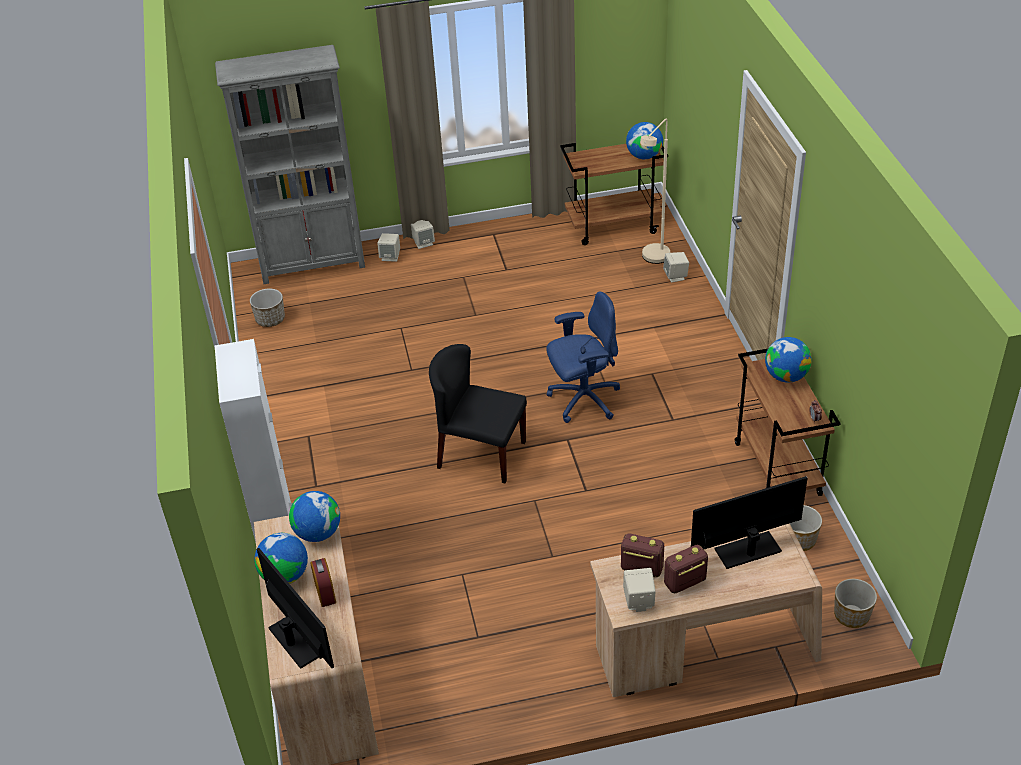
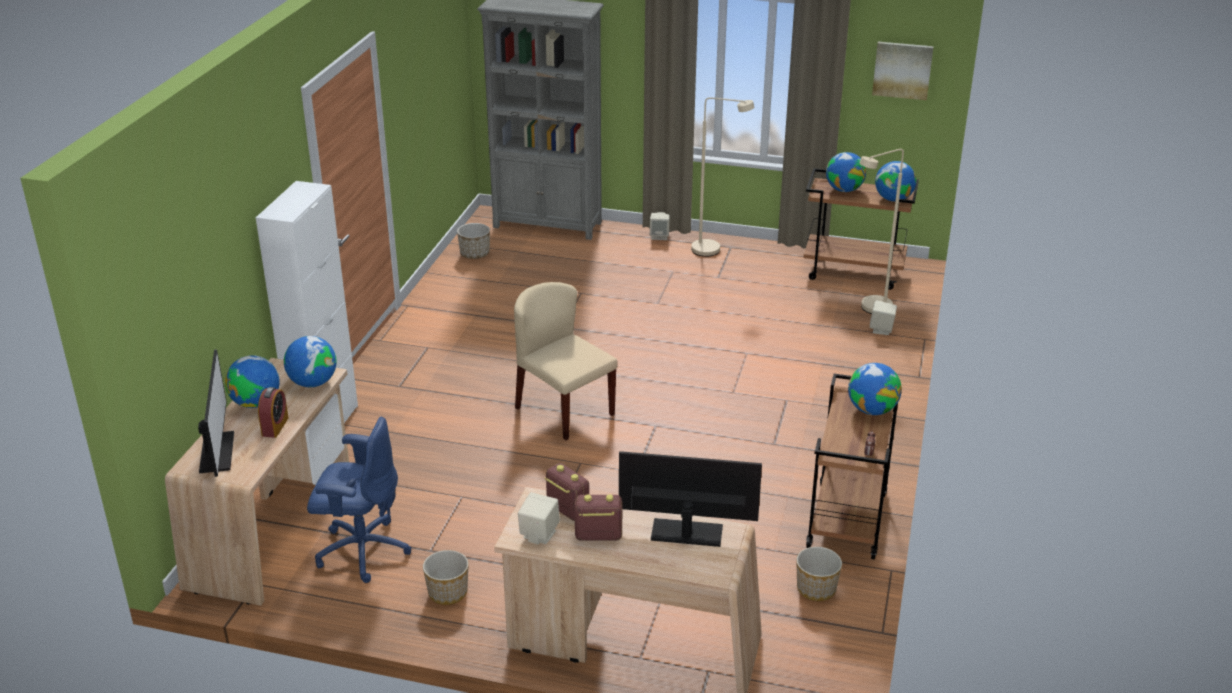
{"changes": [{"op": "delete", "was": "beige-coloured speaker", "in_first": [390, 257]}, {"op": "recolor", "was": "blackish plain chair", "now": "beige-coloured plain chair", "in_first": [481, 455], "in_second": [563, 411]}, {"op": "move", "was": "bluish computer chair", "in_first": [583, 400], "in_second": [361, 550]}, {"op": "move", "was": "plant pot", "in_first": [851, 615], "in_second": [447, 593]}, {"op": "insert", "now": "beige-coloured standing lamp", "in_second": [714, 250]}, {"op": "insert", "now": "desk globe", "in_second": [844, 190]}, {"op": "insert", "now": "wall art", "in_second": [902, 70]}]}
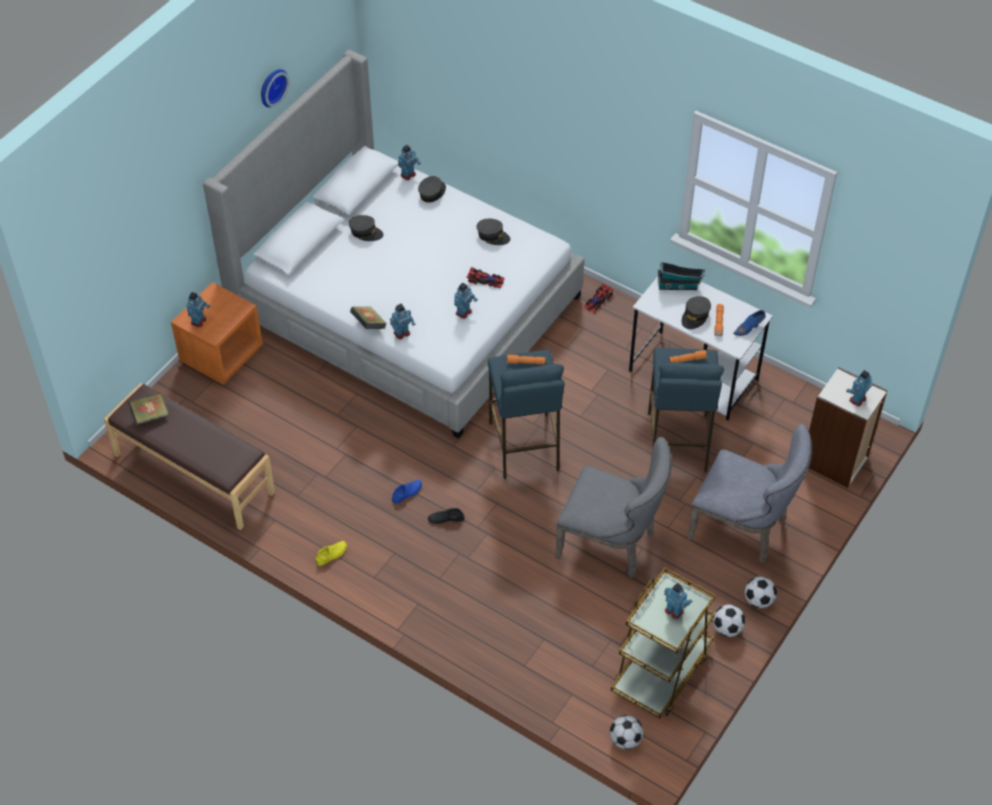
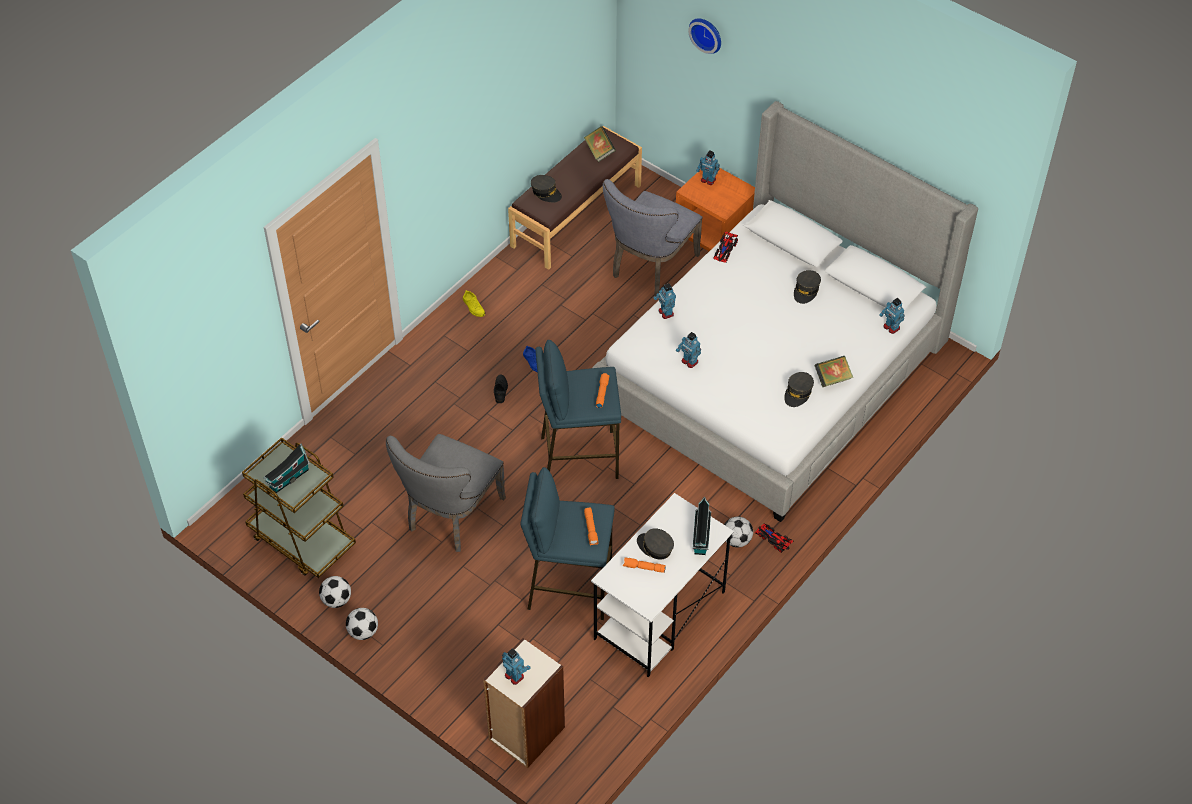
{"changes": [{"op": "move", "was": "clock on the wall", "in_first": [271, 86], "in_second": [707, 34]}, {"op": "move", "was": "bound book", "in_first": [369, 325], "in_second": [832, 378]}, {"op": "move", "was": "greyish peaked cap", "in_first": [432, 193], "in_second": [546, 192]}, {"op": "move", "was": "miniature car", "in_first": [485, 280], "in_second": [725, 249]}, {"op": "move", "was": "football", "in_first": [625, 740], "in_second": [736, 540]}, {"op": "replace", "was": "robot figure", "now": "model house", "in_first": [674, 610], "in_second": [287, 479]}, {"op": "move", "was": "greyish plain chair", "in_first": [744, 529], "in_second": [650, 268]}, {"op": "delete", "was": "bluish shoe", "in_first": [749, 328]}]}
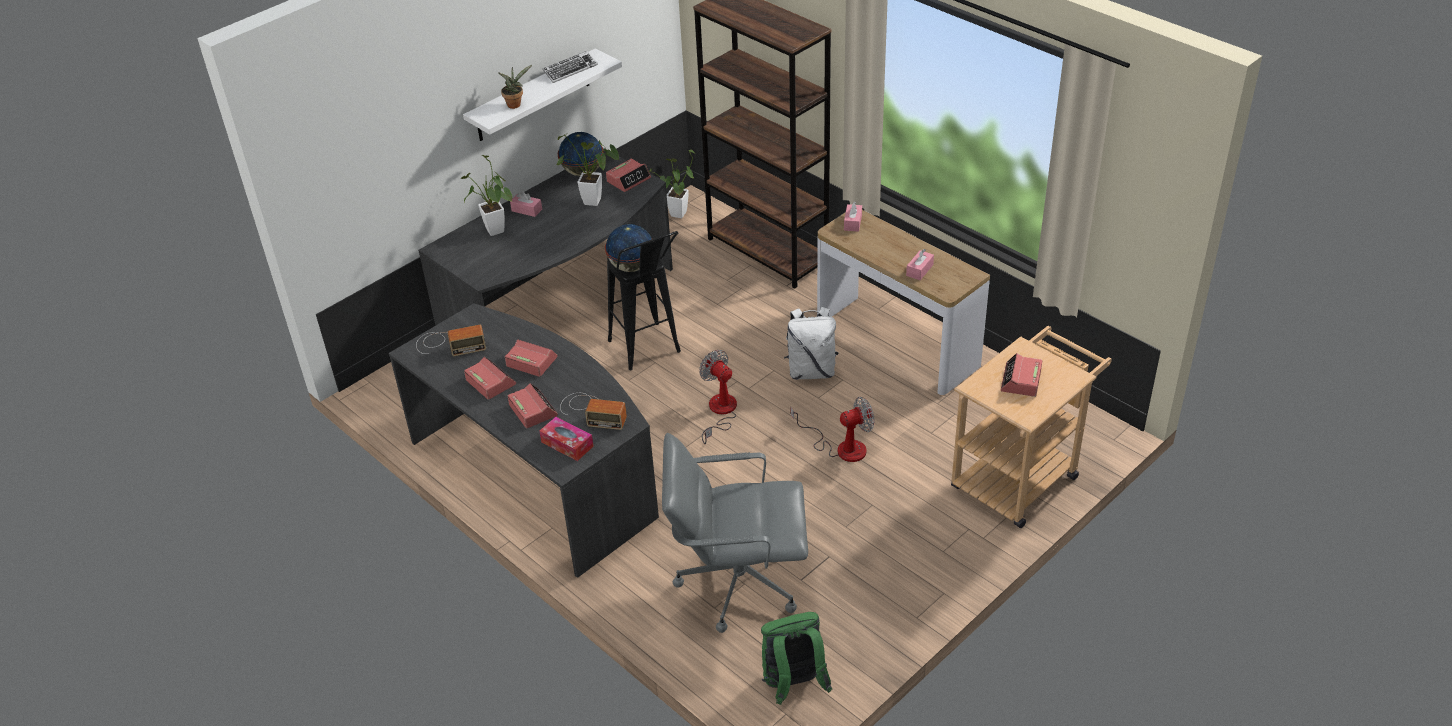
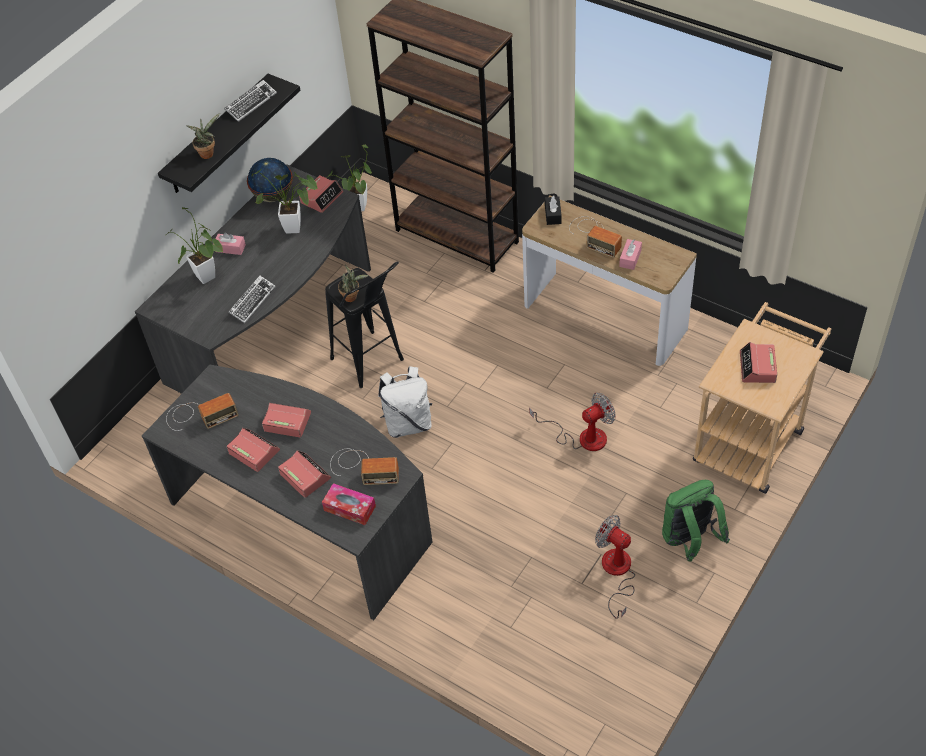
{"changes": [{"op": "recolor", "was": "white wall shelf", "now": "blackish wall shelf", "in_first": [533, 96], "in_second": [218, 135]}, {"op": "replace", "was": "desk globe", "now": "houseplant", "in_first": [631, 267], "in_second": [352, 297]}, {"op": "delete", "was": "greyish computer chair", "in_first": [737, 581]}, {"op": "move", "was": "electric fan", "in_first": [720, 412], "in_second": [616, 573]}, {"op": "move", "was": "greenish backpack", "in_first": [793, 685], "in_second": [689, 540]}, {"op": "move", "was": "white backpack", "in_first": [811, 371], "in_second": [408, 423]}, {"op": "recolor", "was": "pink tissue box", "now": "blackish tissue box", "in_first": [852, 222], "in_second": [553, 215]}, {"op": "insert", "now": "keyboard", "in_second": [252, 301]}, {"op": "insert", "now": "radio set", "in_second": [594, 235]}]}
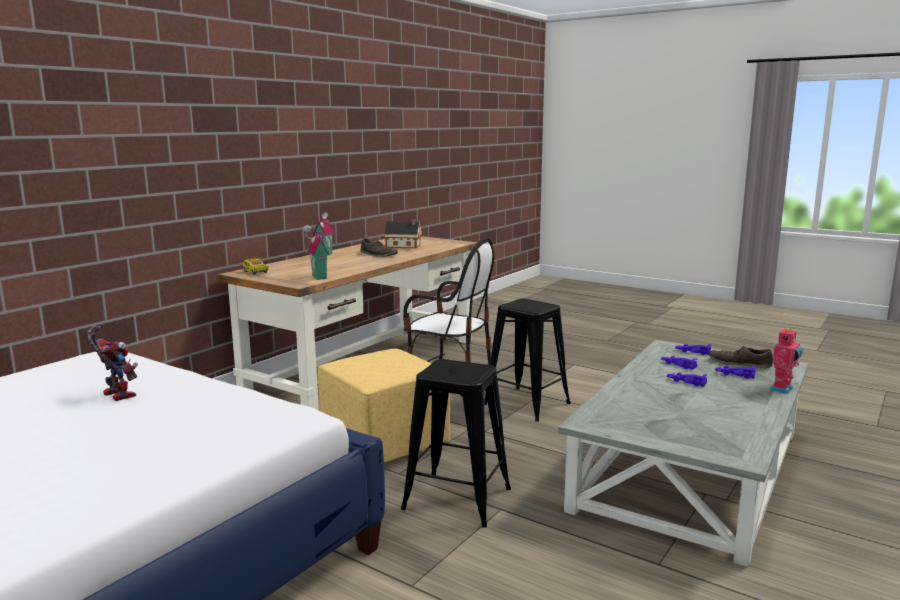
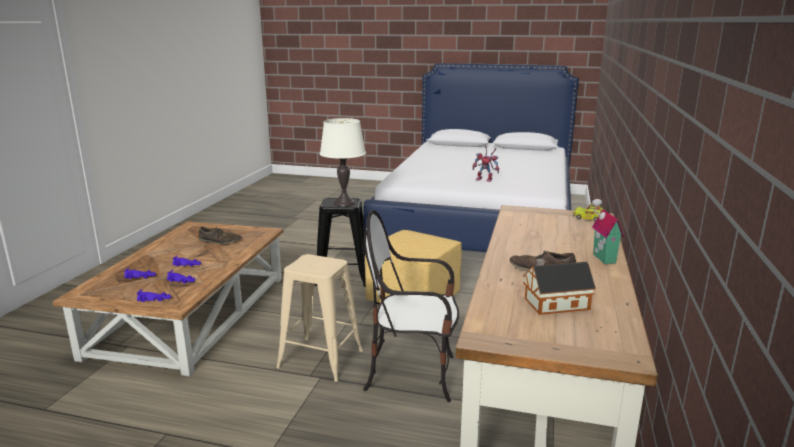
{"changes": [{"op": "delete", "was": "model house", "in_first": [317, 277]}, {"op": "recolor", "was": "blackish sitting stool", "now": "beige-coloured sitting stool", "in_first": [526, 404], "in_second": [320, 359]}, {"op": "recolor", "was": "greyish coffee table", "now": "brownish coffee table", "in_first": [691, 472], "in_second": [191, 314]}, {"op": "move", "was": "brownish shoe", "in_first": [739, 363], "in_second": [220, 241]}, {"op": "delete", "was": "robot figure", "in_first": [783, 389]}, {"op": "insert", "now": "white tabletop lamp", "in_second": [344, 203]}]}
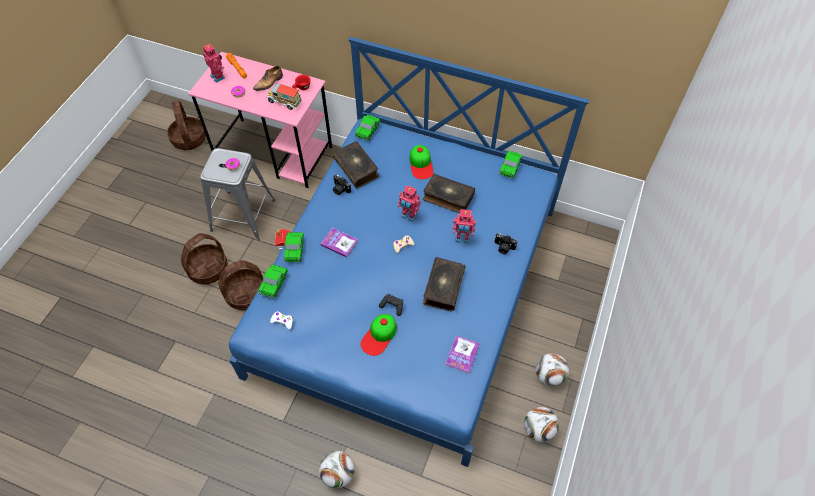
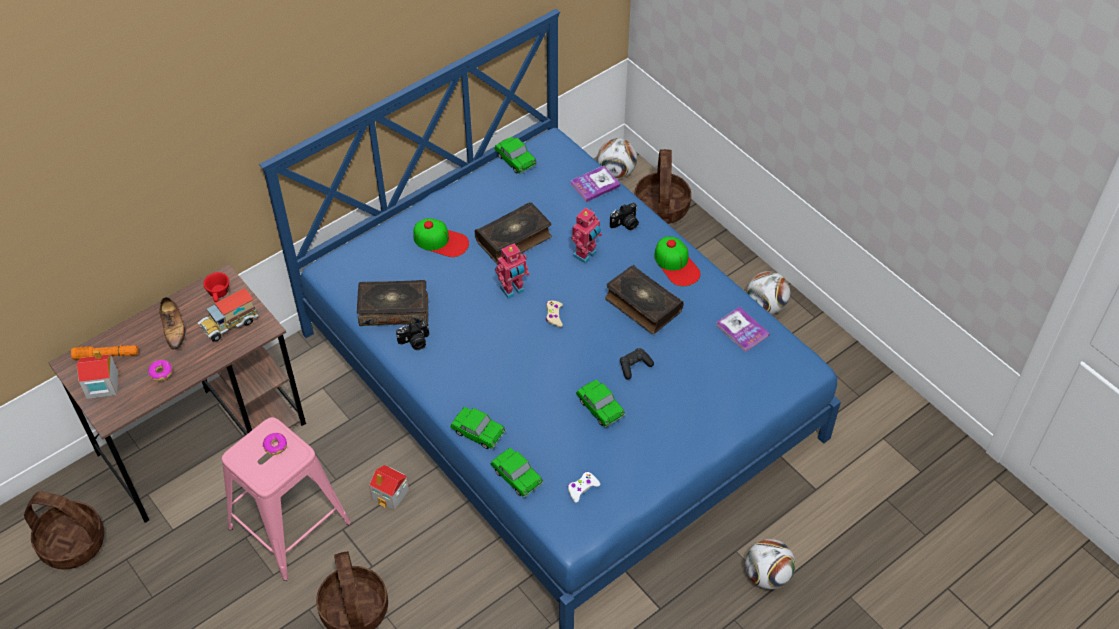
{"changes": [{"op": "recolor", "was": "pink desk unit", "now": "brownish desk unit", "in_first": [274, 153], "in_second": [204, 438]}, {"op": "recolor", "was": "greyish sitting stool", "now": "pink sitting stool", "in_first": [243, 215], "in_second": [289, 525]}, {"op": "replace", "was": "robot figure", "now": "model house", "in_first": [218, 76], "in_second": [101, 385]}, {"op": "move", "was": "storage basket", "in_first": [246, 294], "in_second": [662, 207]}, {"op": "move", "was": "bound book", "in_first": [339, 243], "in_second": [595, 185]}, {"op": "move", "was": "miniature car", "in_first": [368, 131], "in_second": [600, 408]}, {"op": "move", "was": "peaked cap", "in_first": [379, 336], "in_second": [676, 264]}, {"op": "move", "was": "football", "in_first": [538, 430], "in_second": [616, 172]}]}
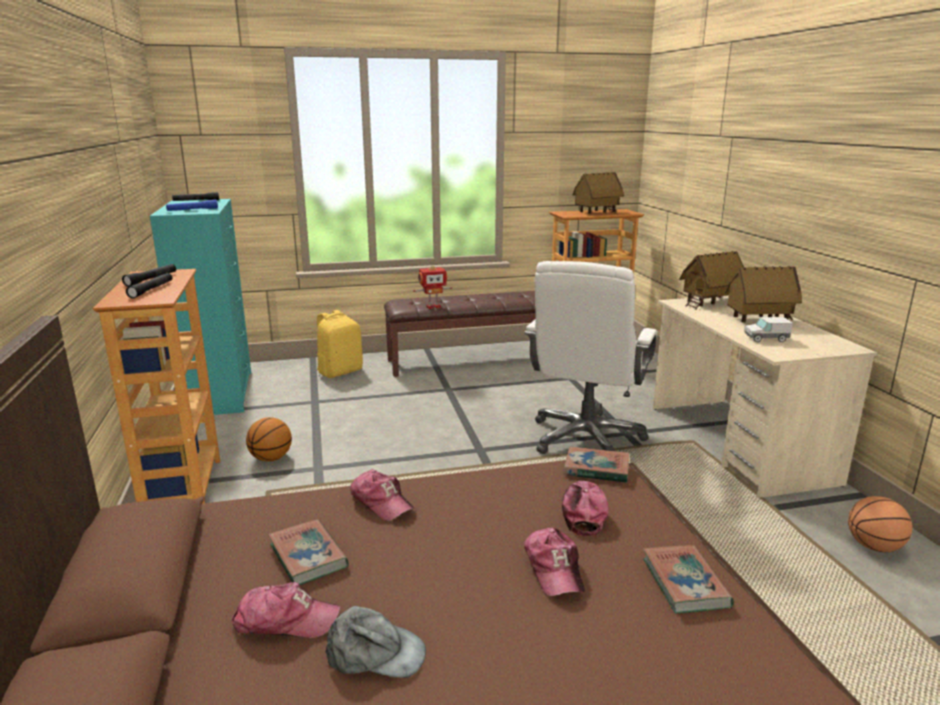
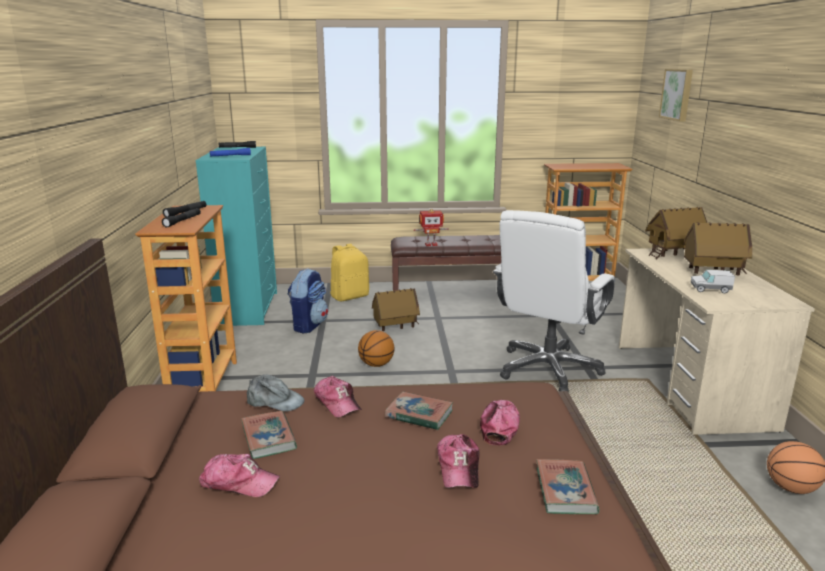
{"changes": [{"op": "move", "was": "basketball ball", "in_first": [270, 458], "in_second": [376, 364]}, {"op": "move", "was": "greyish peaked cap", "in_first": [375, 653], "in_second": [275, 401]}, {"op": "move", "was": "bound book", "in_first": [596, 469], "in_second": [419, 414]}, {"op": "move", "was": "model house", "in_first": [597, 212], "in_second": [396, 327]}, {"op": "insert", "now": "backpack", "in_second": [308, 325]}, {"op": "insert", "now": "wall art", "in_second": [677, 94]}]}
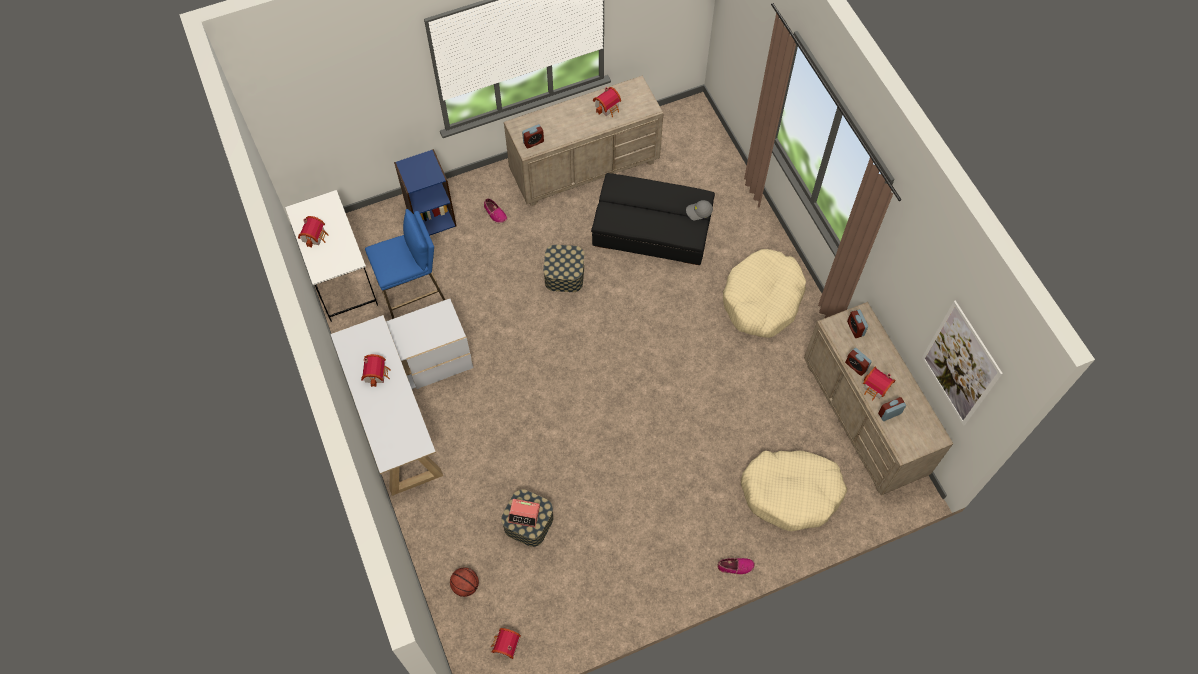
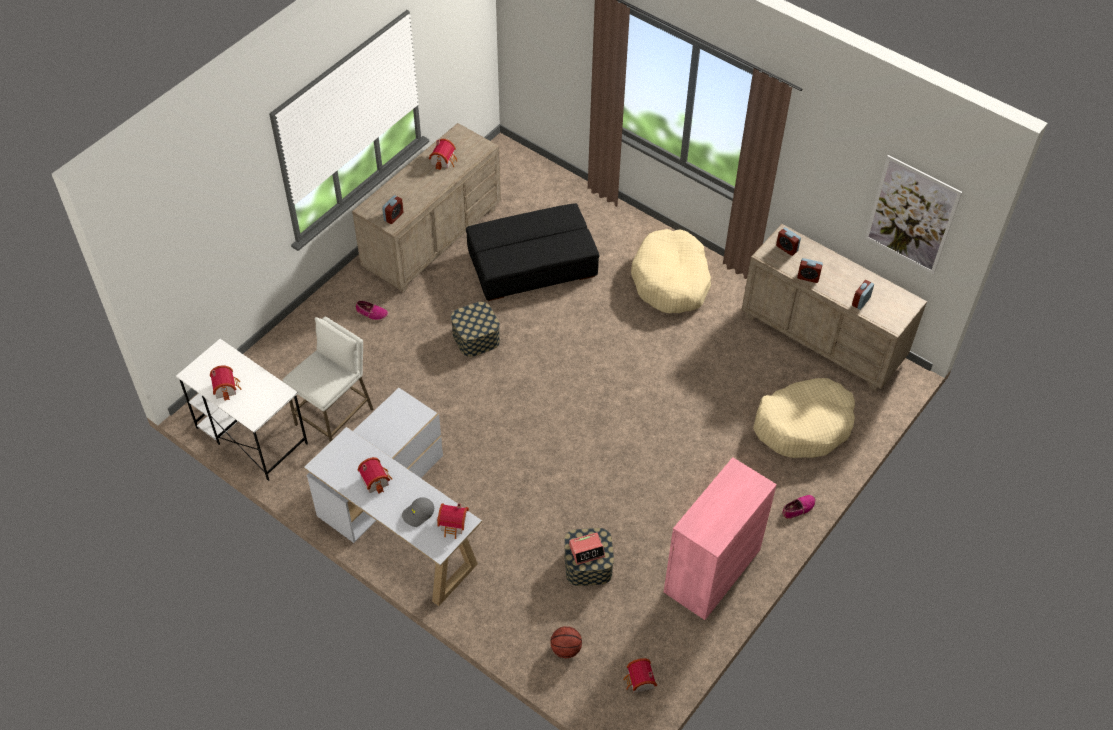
{"changes": [{"op": "recolor", "was": "bluish sitting stool", "now": "white sitting stool", "in_first": [412, 292], "in_second": [335, 417]}, {"op": "delete", "was": "bluish bookshelf", "in_first": [431, 217]}, {"op": "move", "was": "greyish peaked cap", "in_first": [699, 212], "in_second": [418, 514]}, {"op": "move", "was": "model house", "in_first": [876, 388], "in_second": [454, 525]}, {"op": "insert", "now": "pink cabinet", "in_second": [712, 571]}]}
